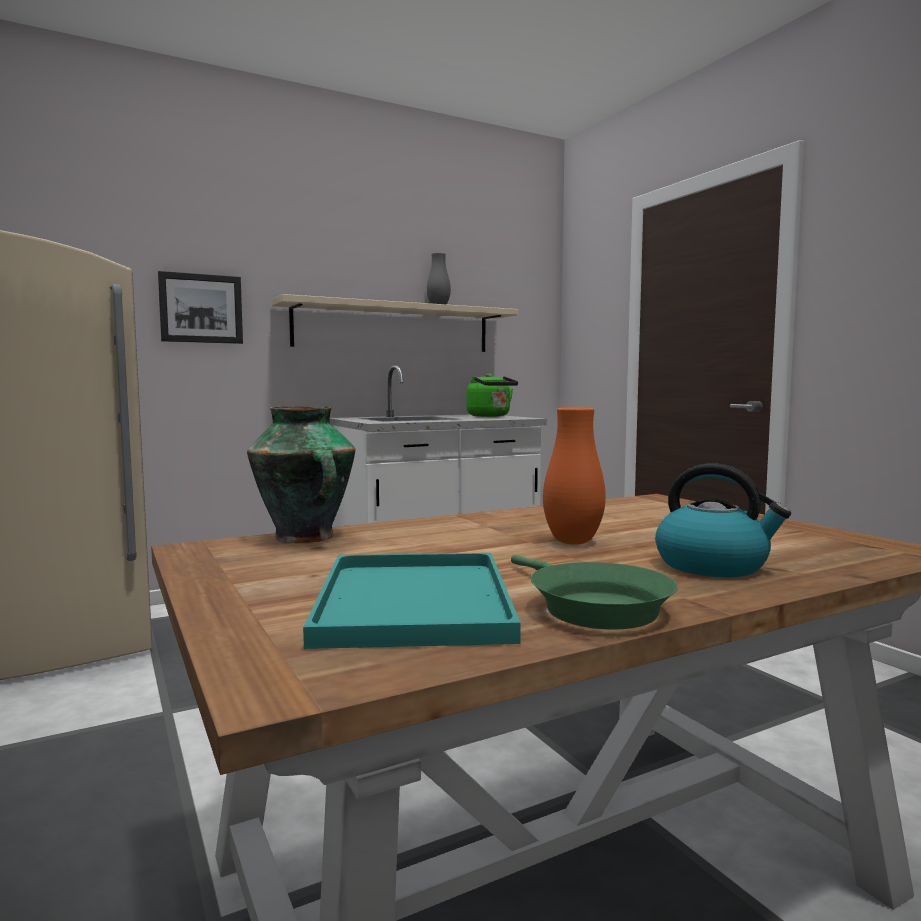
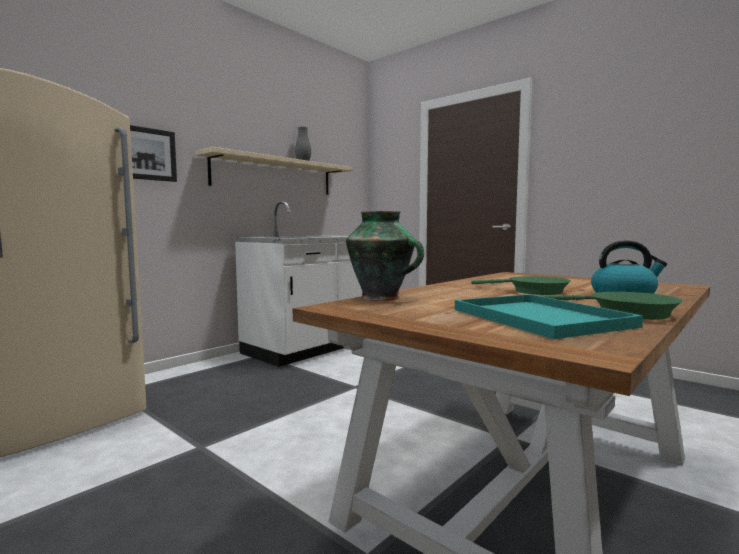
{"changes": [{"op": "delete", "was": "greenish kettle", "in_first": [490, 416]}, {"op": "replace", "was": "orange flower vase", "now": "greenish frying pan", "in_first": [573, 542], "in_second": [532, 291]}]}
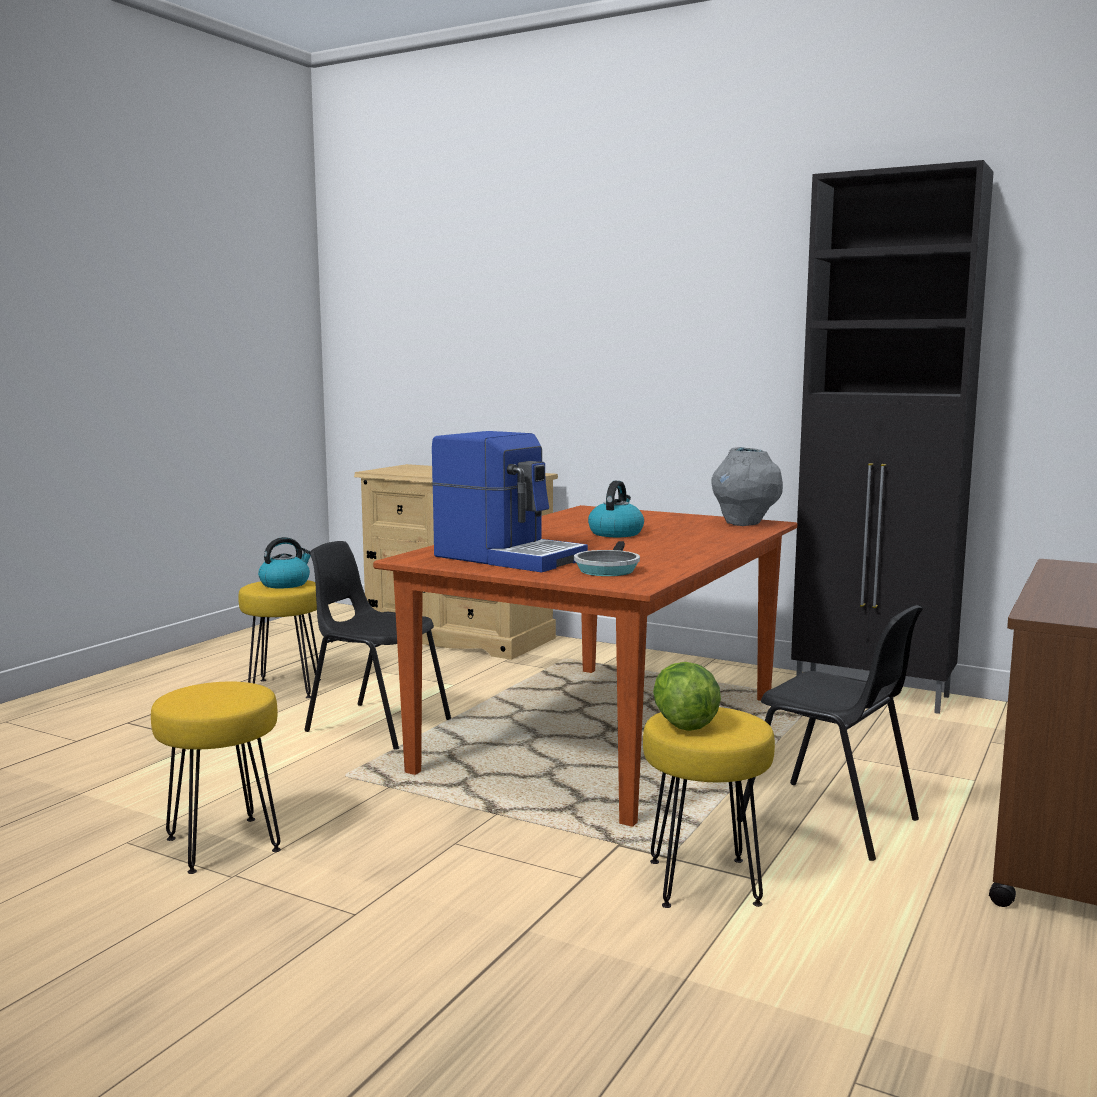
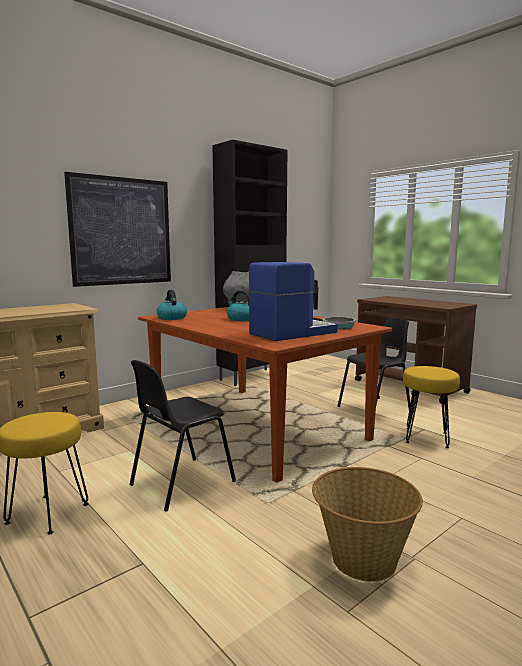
{"changes": [{"op": "replace", "was": "yellow sitting stool", "now": "storage basket", "in_first": [224, 843], "in_second": [362, 560]}, {"op": "move", "was": "kettle", "in_first": [285, 584], "in_second": [171, 318]}, {"op": "delete", "was": "lettuce head", "in_first": [683, 723]}, {"op": "insert", "now": "wall art", "in_second": [121, 231]}]}
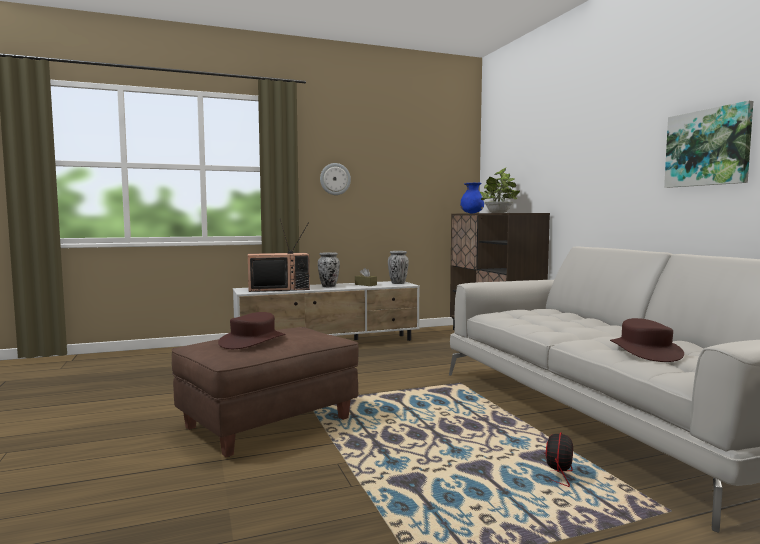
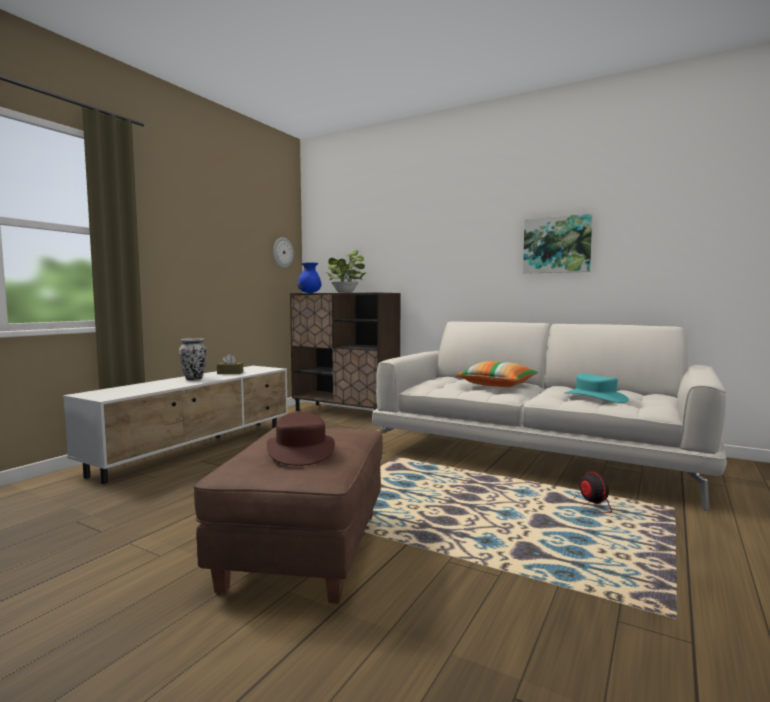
{"changes": [{"op": "delete", "was": "TV", "in_first": [279, 288]}, {"op": "move", "was": "clock on the wall", "in_first": [335, 179], "in_second": [282, 252]}, {"op": "delete", "was": "flower vase", "in_first": [398, 283]}, {"op": "recolor", "was": "brownish clothing hat", "now": "turquoise-coloured clothing hat", "in_first": [645, 351], "in_second": [595, 397]}, {"op": "insert", "now": "throw pillow", "in_second": [497, 385]}]}
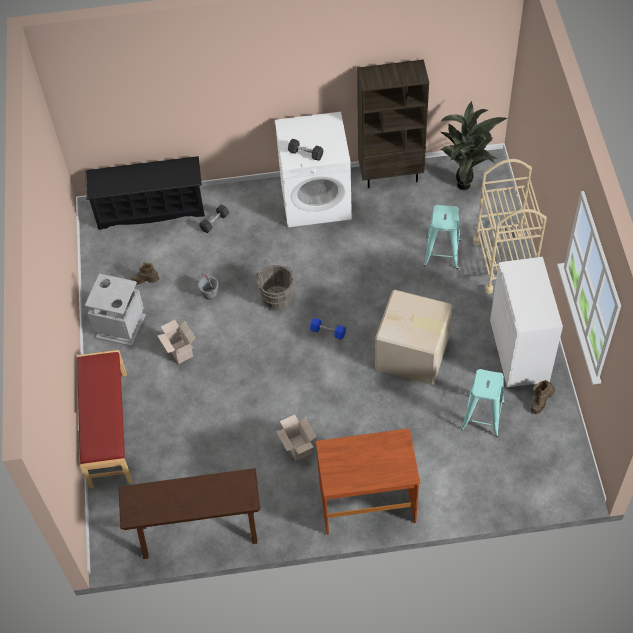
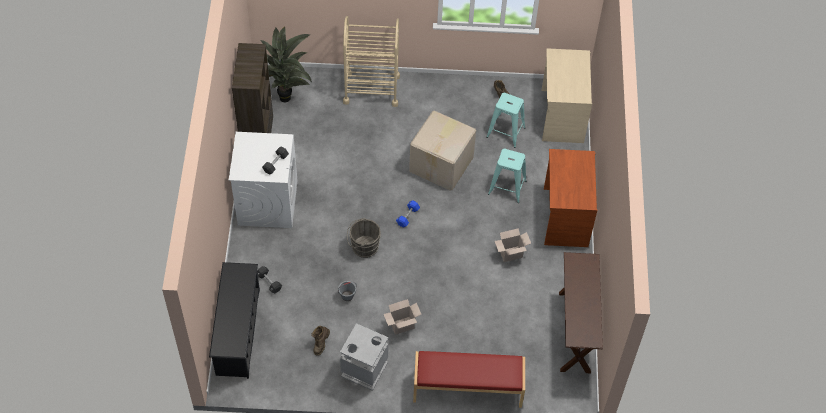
{"changes": [{"op": "move", "was": "turquoise-coloured sitting stool", "in_first": [442, 252], "in_second": [507, 187]}, {"op": "delete", "was": "white cabinet", "in_first": [520, 351]}, {"op": "insert", "now": "beige-coloured desk unit", "in_second": [561, 116]}]}
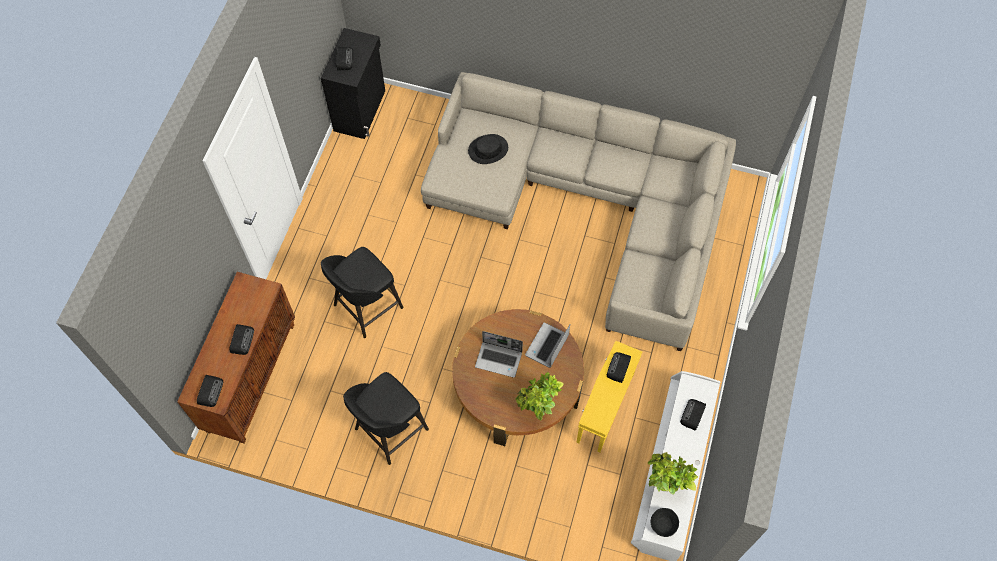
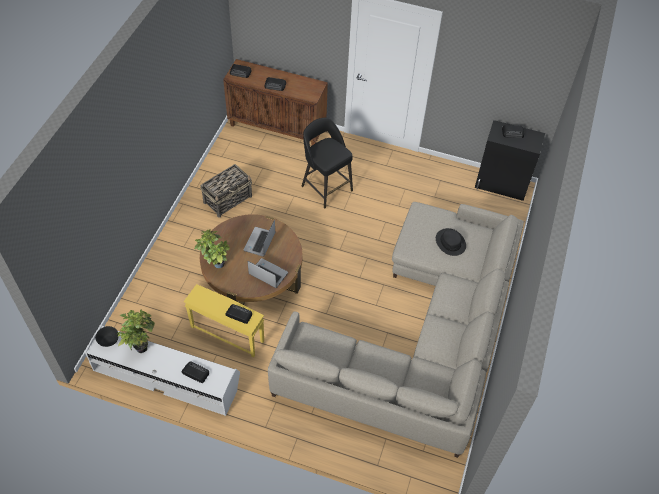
{"changes": [{"op": "replace", "was": "blackish sitting stool", "now": "storage basket", "in_first": [389, 430], "in_second": [228, 199]}]}
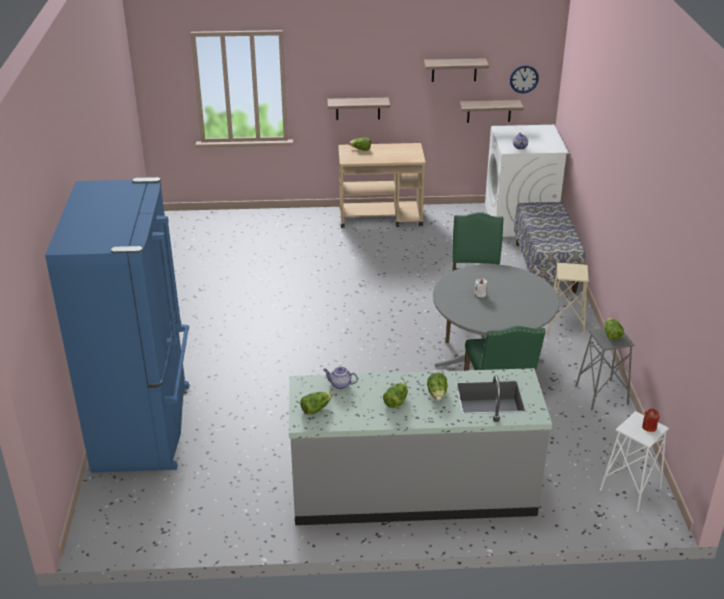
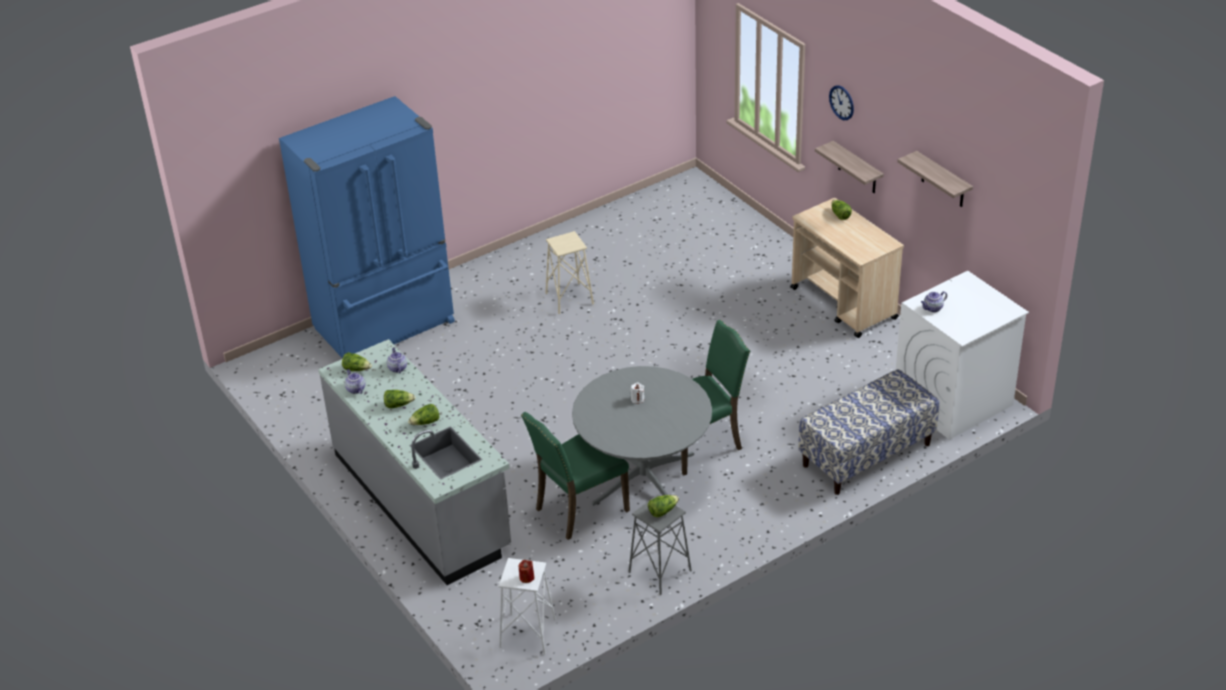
{"changes": [{"op": "delete", "was": "wall shelf", "in_first": [489, 111]}, {"op": "move", "was": "clock on the wall", "in_first": [524, 79], "in_second": [841, 102]}, {"op": "move", "was": "beige-coloured sitting stool", "in_first": [565, 327], "in_second": [569, 299]}, {"op": "insert", "now": "tea pot", "in_second": [355, 389]}]}
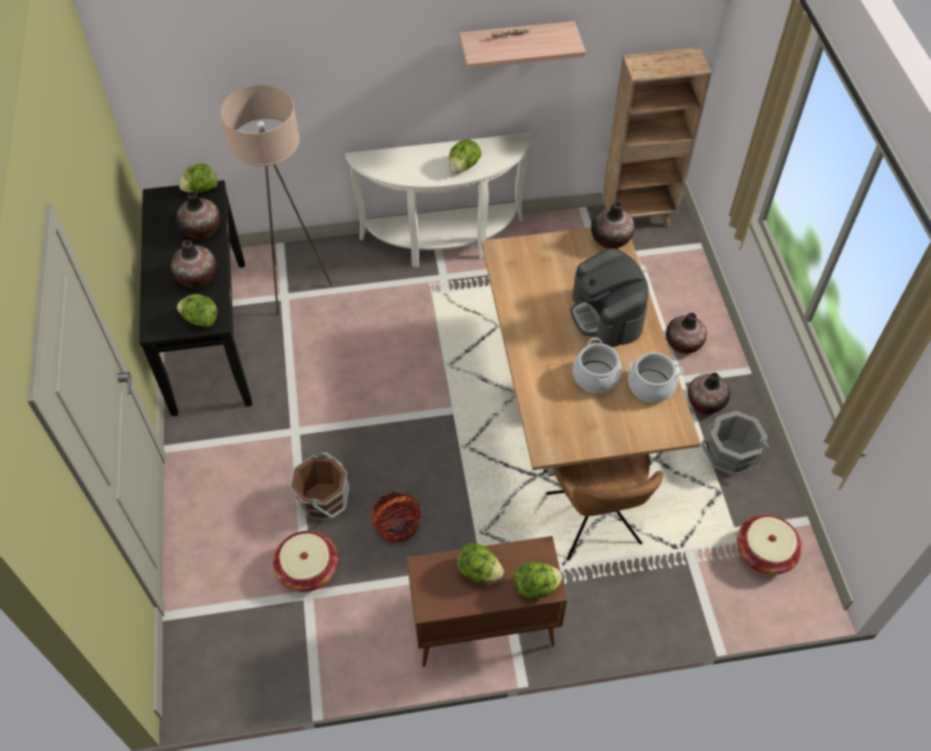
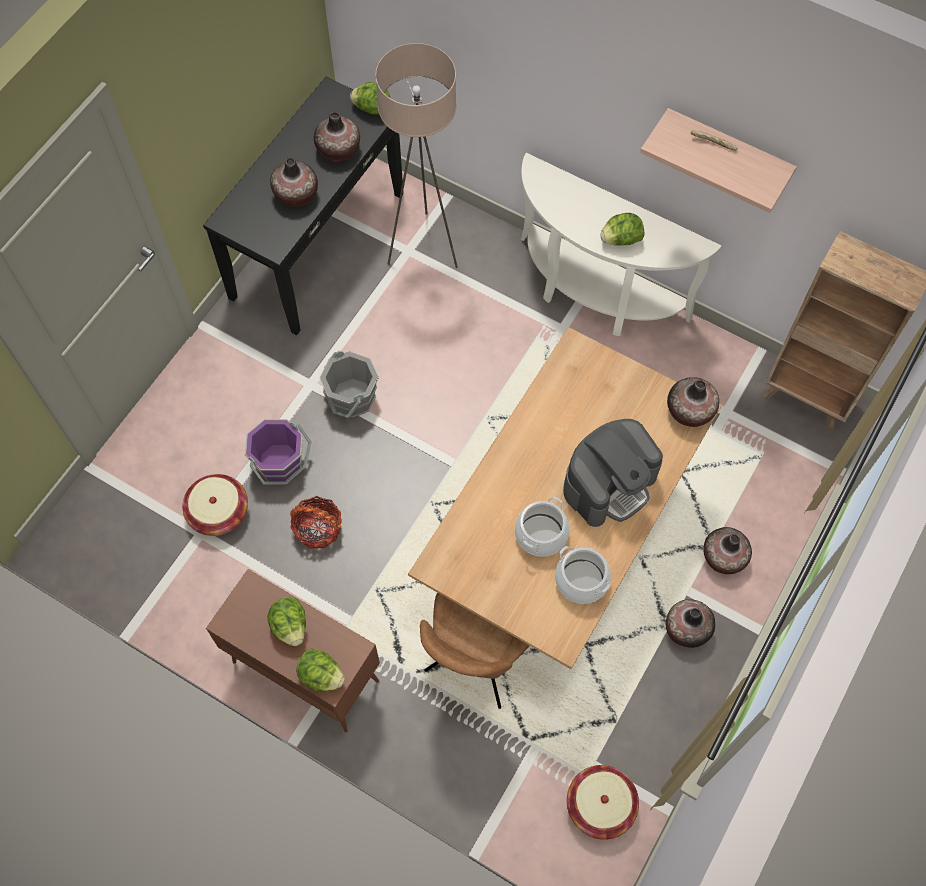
{"changes": [{"op": "delete", "was": "lettuce head", "in_first": [200, 319]}, {"op": "recolor", "was": "brownish pail", "now": "purple-coloured pail", "in_first": [324, 500], "in_second": [280, 463]}, {"op": "rotate", "was": "coffee machine", "in_first": [606, 315], "in_second": [609, 484], "clockwise": -150}, {"op": "move", "was": "greyish pail", "in_first": [729, 457], "in_second": [351, 398]}]}
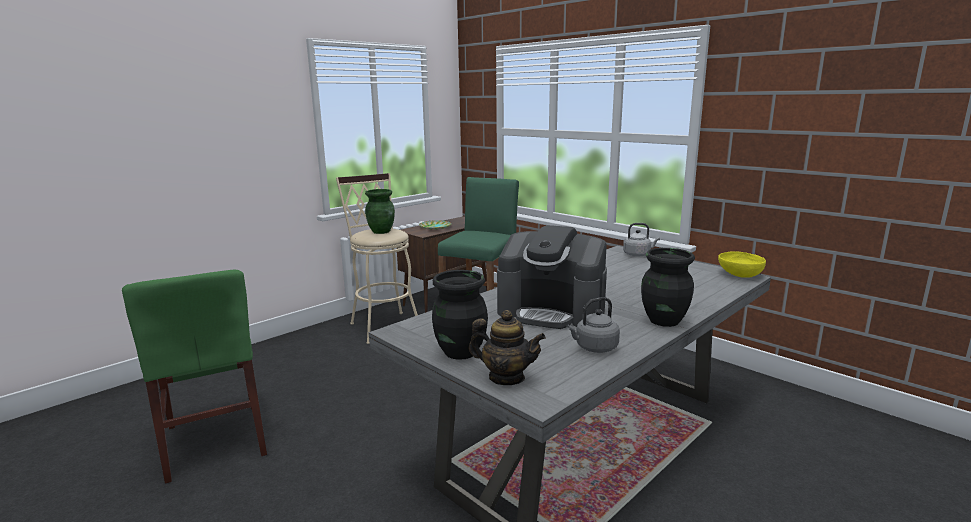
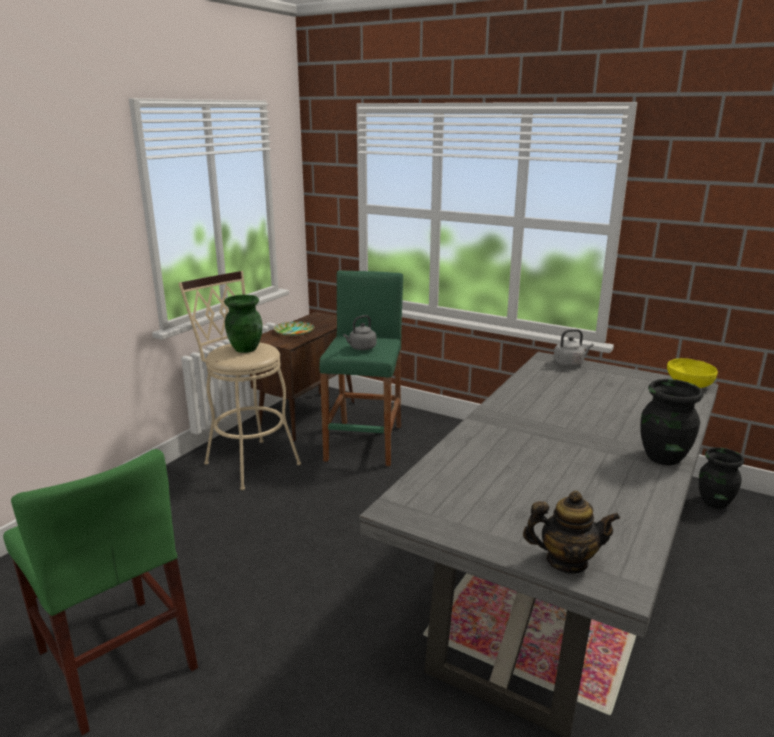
{"changes": [{"op": "move", "was": "blackish flower vase", "in_first": [460, 352], "in_second": [714, 502]}, {"op": "delete", "was": "coffee machine", "in_first": [552, 311]}, {"op": "move", "was": "greyish kettle", "in_first": [594, 348], "in_second": [361, 348]}]}
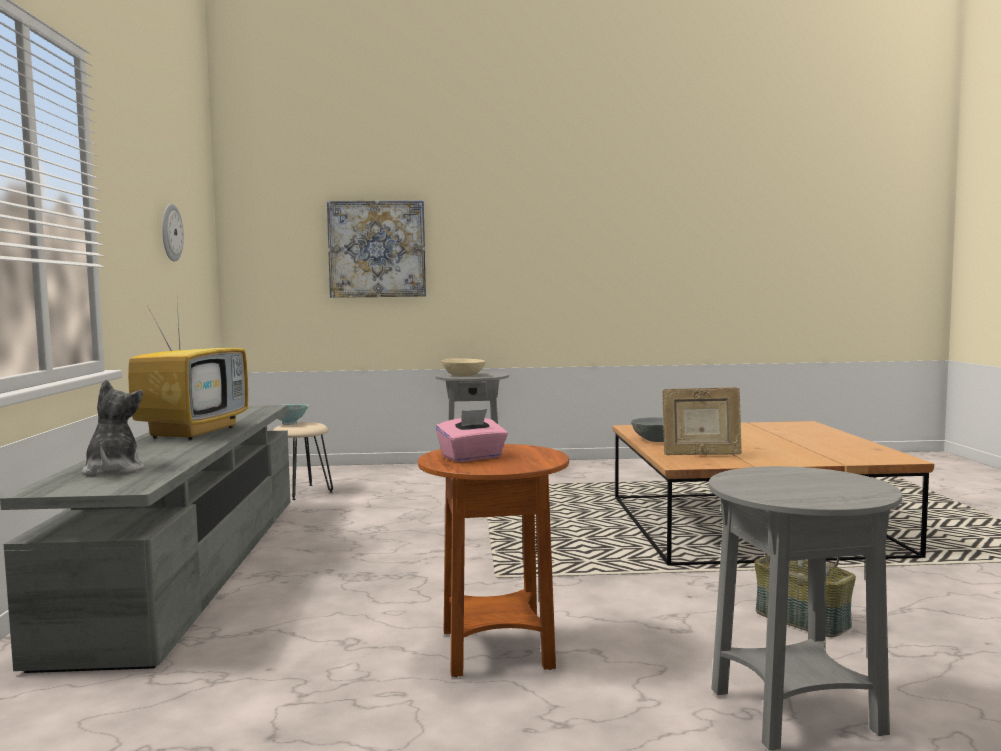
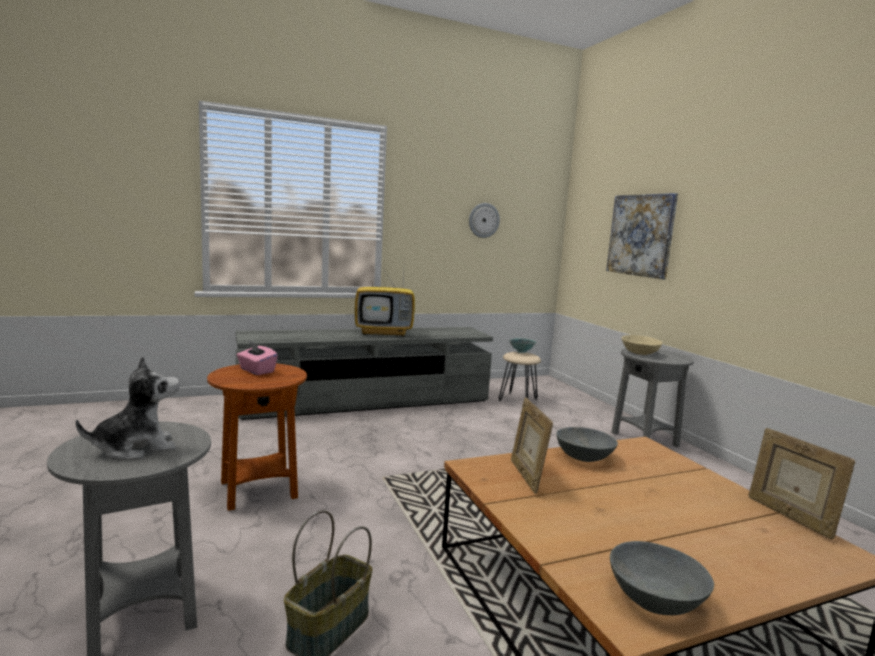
{"changes": [{"op": "move", "was": "plush toy", "in_first": [113, 470], "in_second": [136, 448]}, {"op": "insert", "now": "greyish serving bowl", "in_second": [656, 599]}, {"op": "insert", "now": "standing frame", "in_second": [789, 517]}]}
